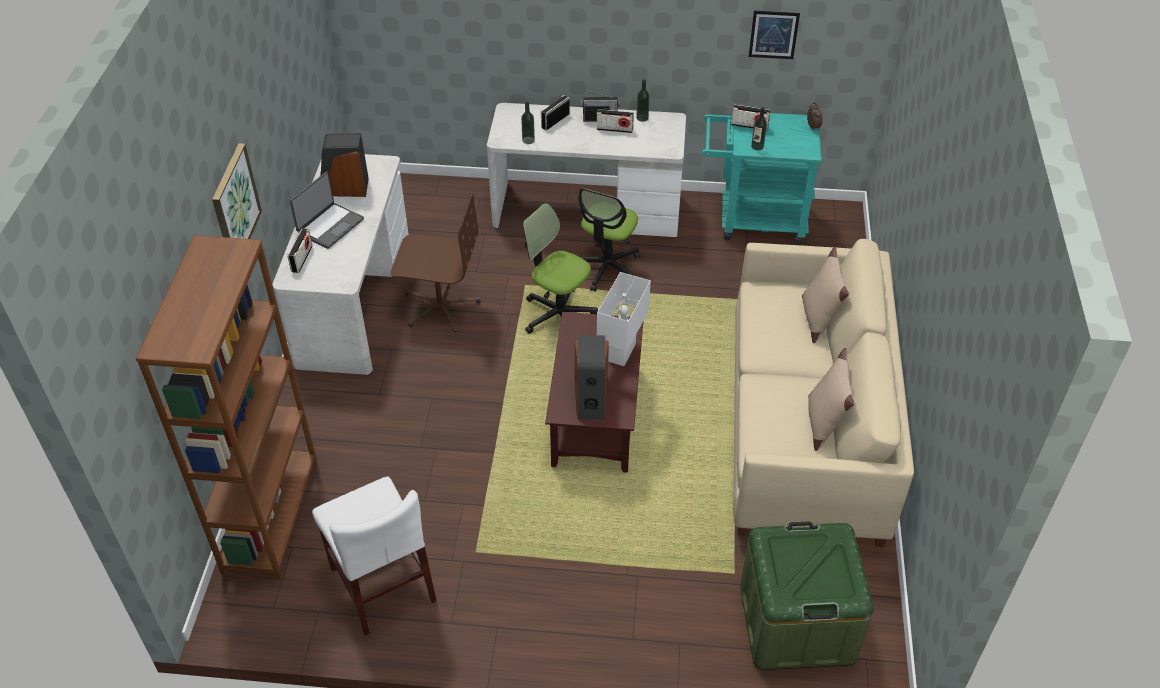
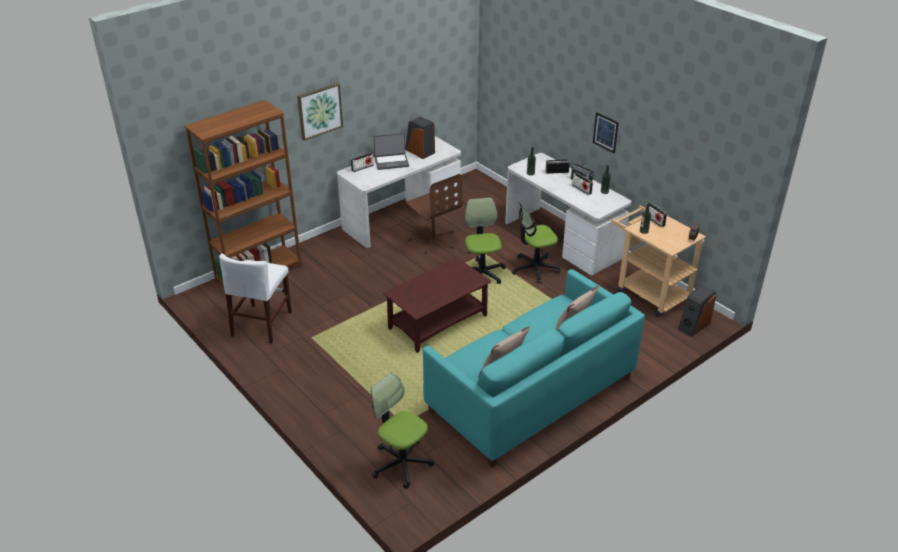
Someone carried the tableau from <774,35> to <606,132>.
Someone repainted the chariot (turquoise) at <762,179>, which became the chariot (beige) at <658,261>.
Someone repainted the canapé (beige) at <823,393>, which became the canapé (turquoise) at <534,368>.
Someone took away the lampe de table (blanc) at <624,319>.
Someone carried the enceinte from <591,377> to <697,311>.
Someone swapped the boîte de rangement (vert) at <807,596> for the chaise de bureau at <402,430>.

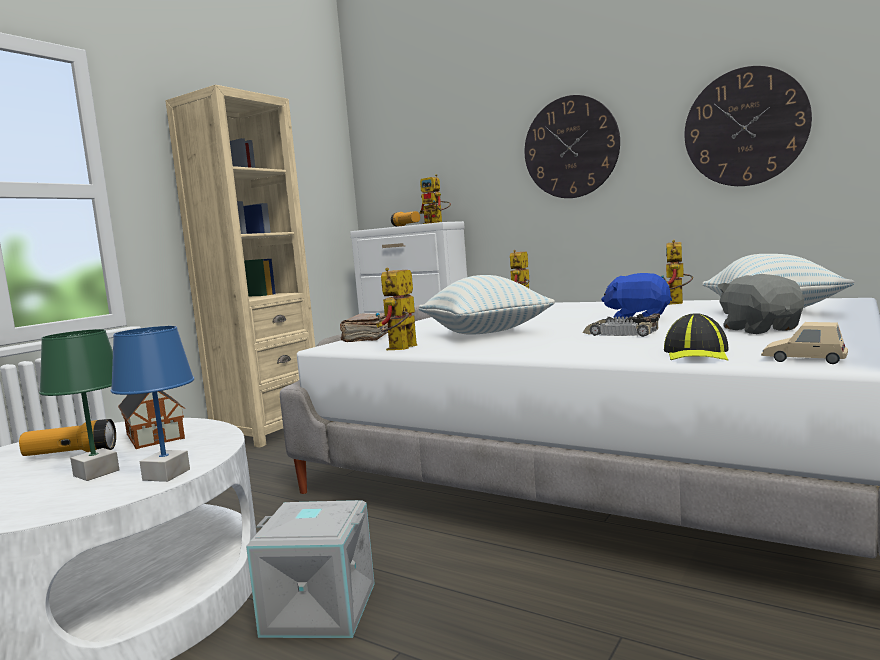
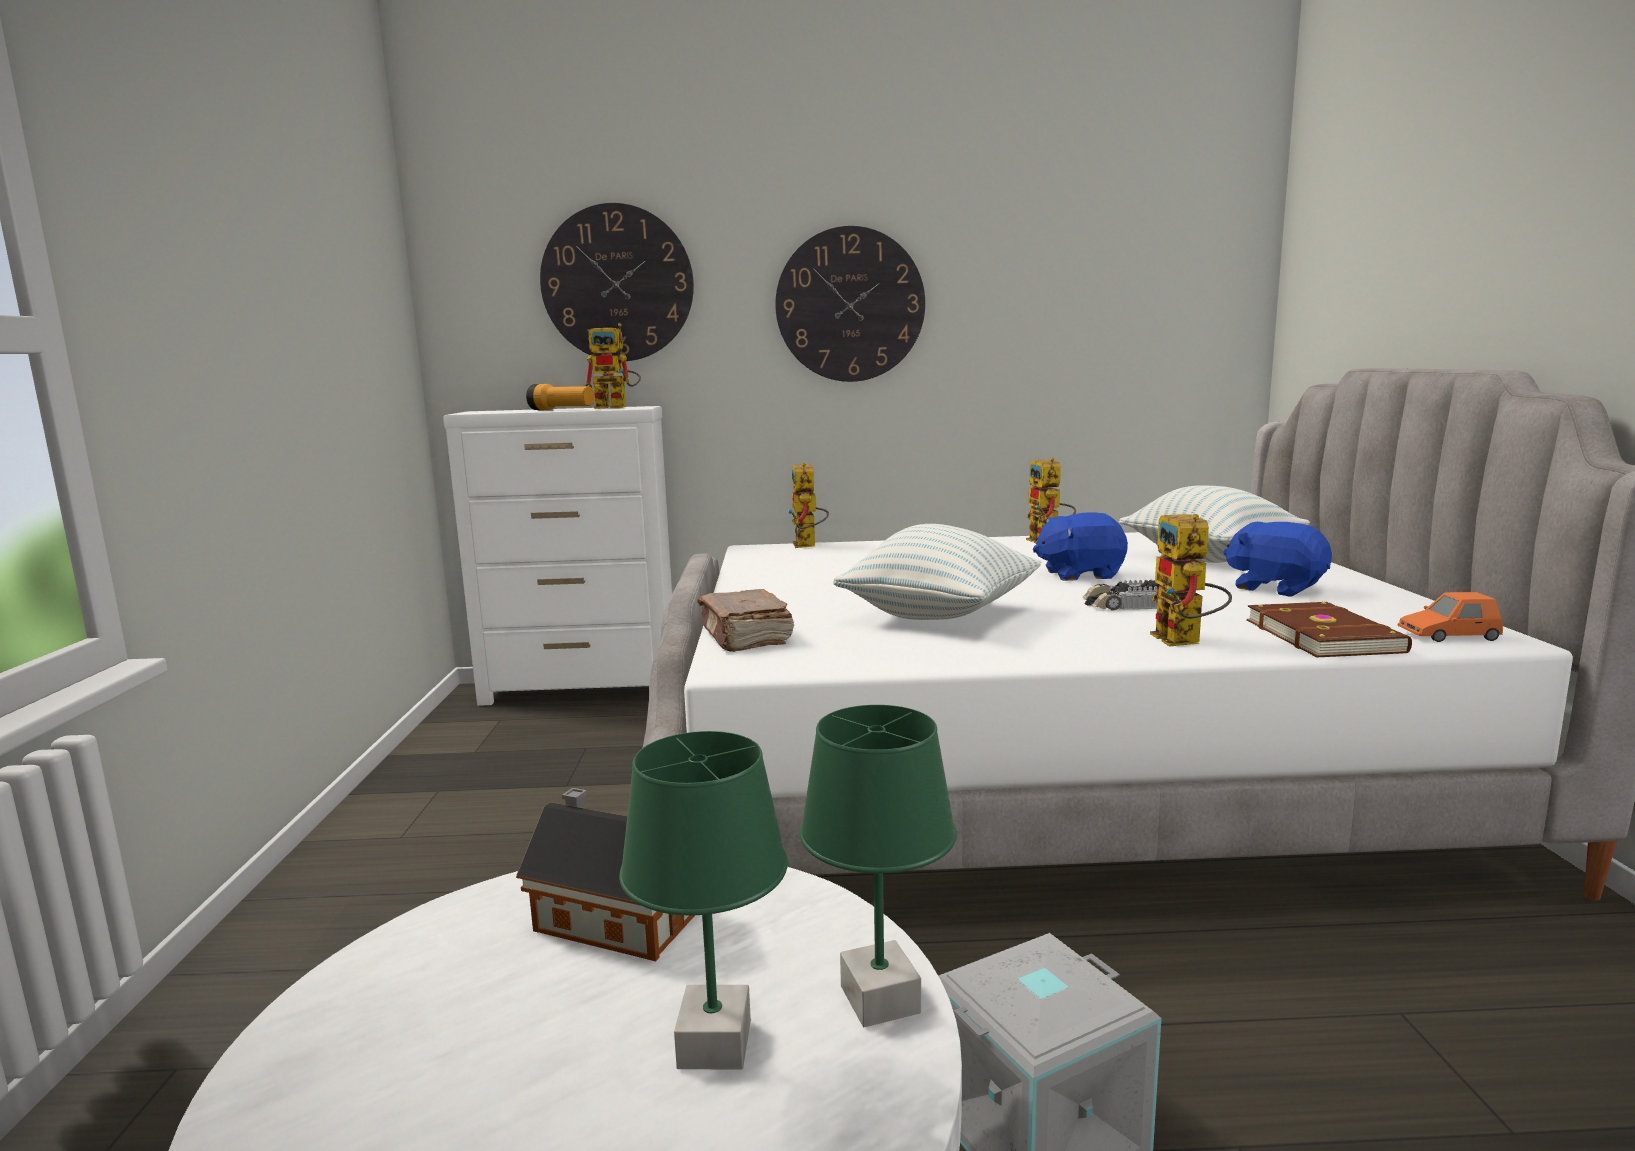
Someone carried the horloge murale from <748,126> to <617,282>.
Someone took away the bibliothèque (beige) at <240,266>.
Someone carried the robot jouet from <396,309> to <1191,580>.
Someone repainted the peluche (gris) at <760,304>, which became the peluche (bleu) at <1277,559>.
Someone swapped the casquette at <696,336> for the livre (marron) at <1329,629>.
Someone repainted the petite voiture (beige) at <804,343>, which became the petite voiture (orange) at <1450,617>.
Someone repainted the lampe de table (bleu) at <152,404>, which became the lampe de table (vert) at <878,866>.
Someone took away the lampe de poche at <67,437>.

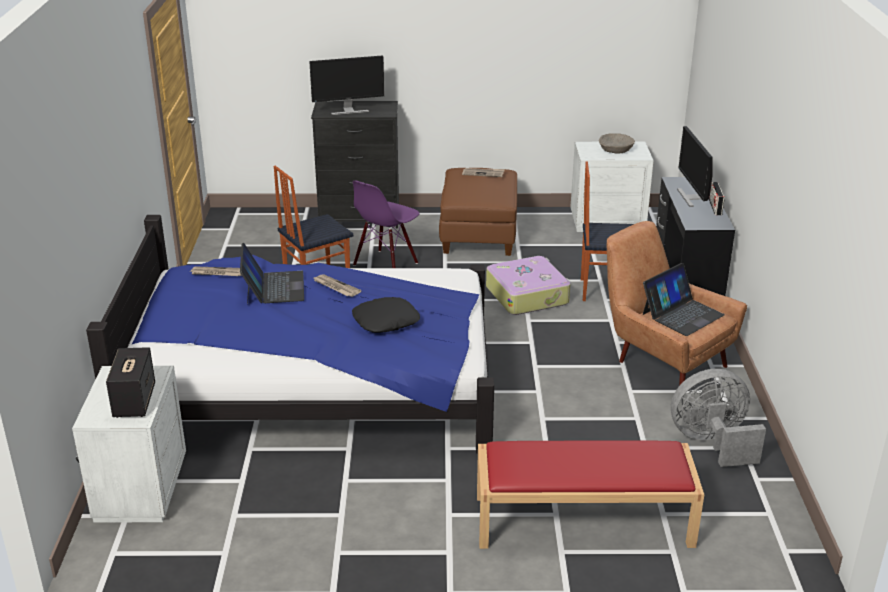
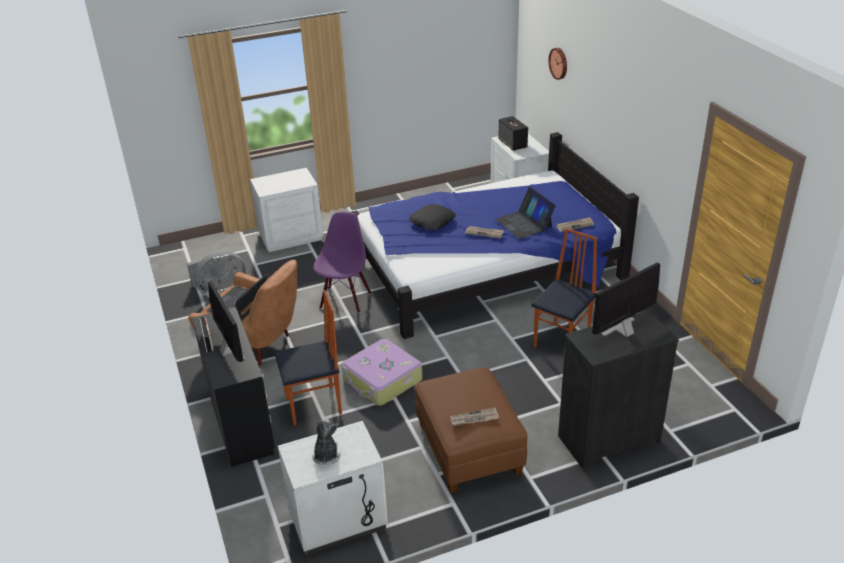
Someone swapped the bol (beige) at <617,143> for the peluche at <326,441>.
Someone carried the chaise (violet) from <386,224> to <342,262>.
Someone swapped the banc (rouge) at <590,495> for the table de chevet (blanc) at <286,210>.
Someone put up the horloge murale at <557,64>.

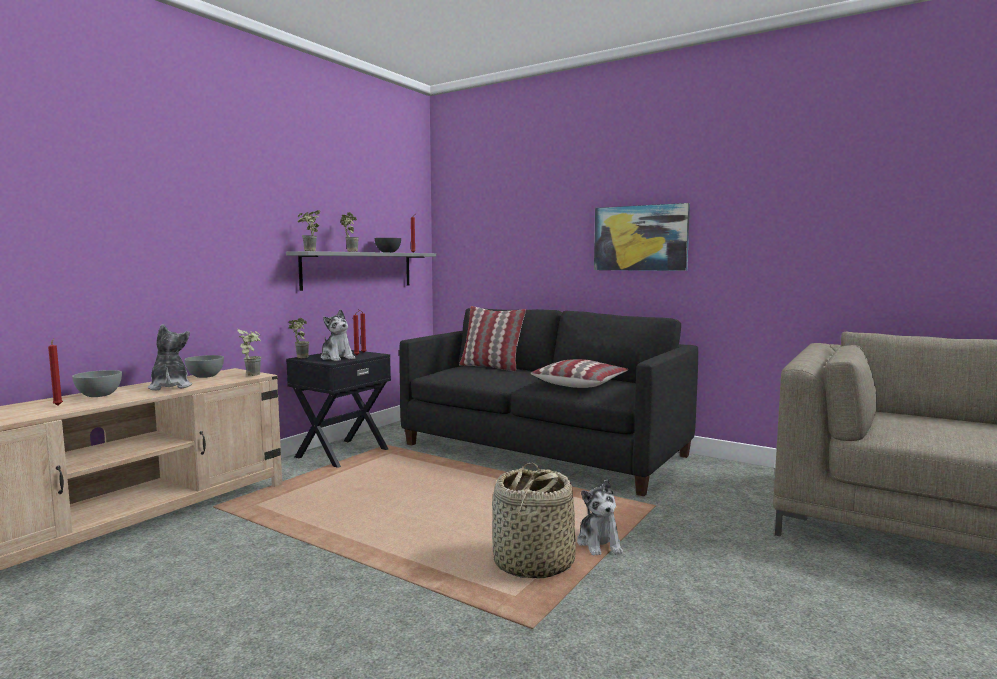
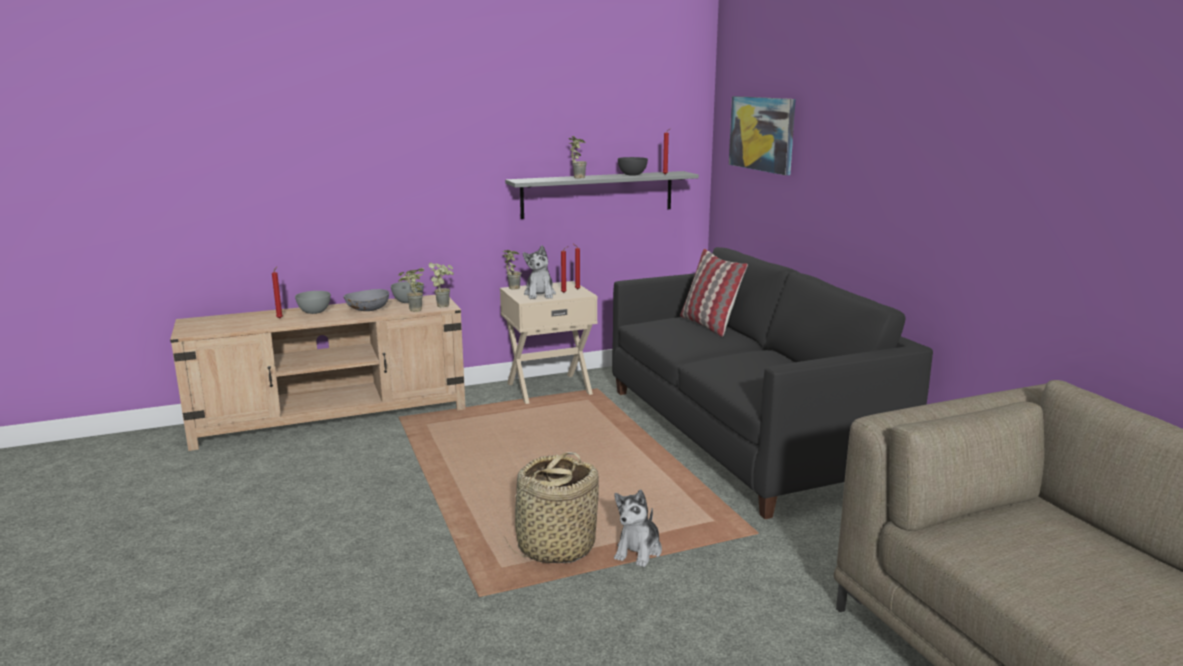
Someone carried the tableau from <642,237> to <762,135>.
Someone carried the plante en pot from <309,230> to <411,290>.
Someone swapped the peluche at <170,357> for the bol (gris) at <366,300>.
Someone repainted the table de chevet (noir) at <338,409>, which became the table de chevet (beige) at <549,342>.
Someone took away the coussin at <579,373>.

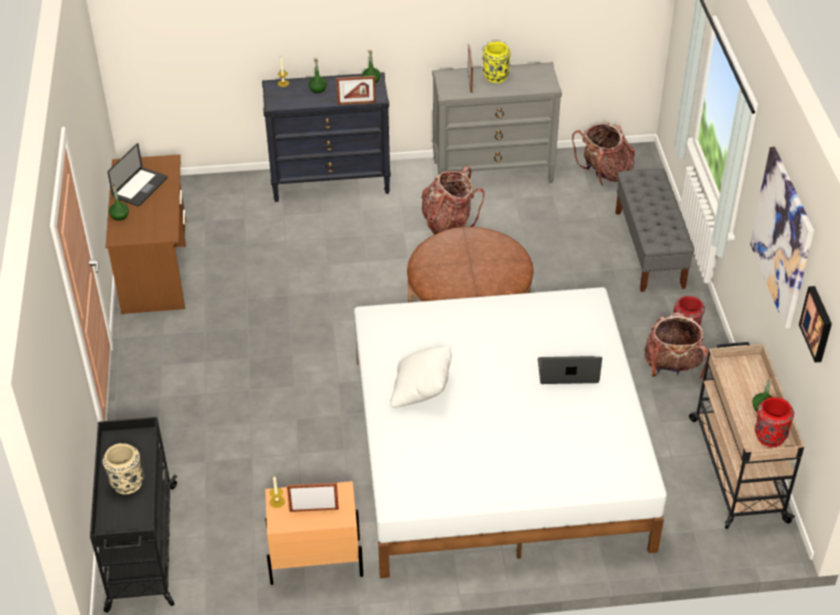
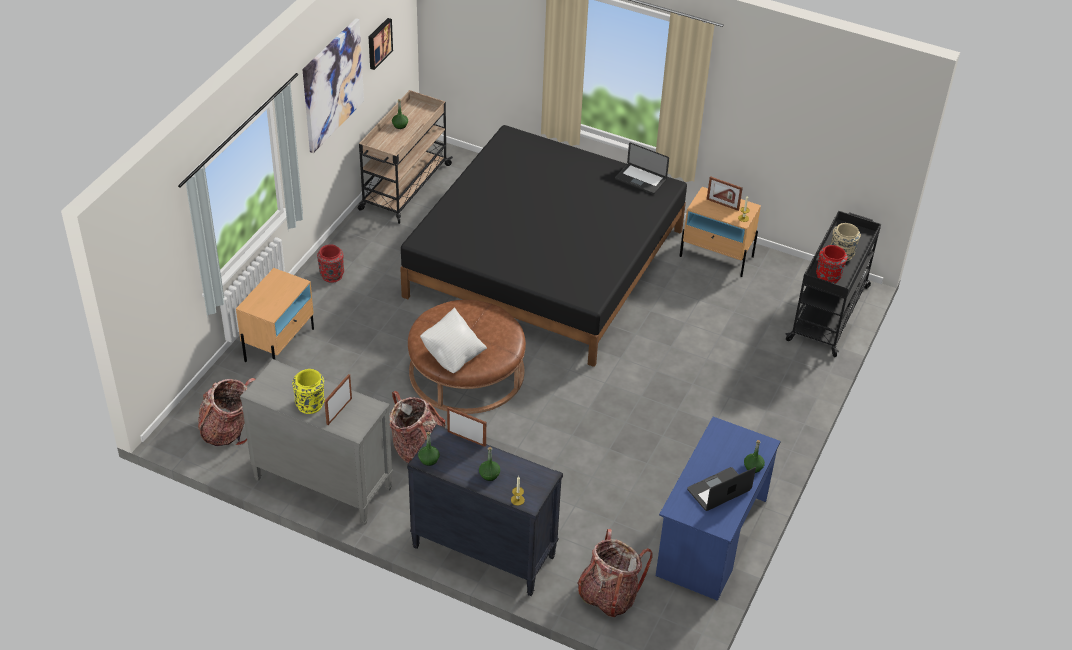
Someone repainted the bureau (marron) at <146,234>, which became the bureau (bleu) at <718,509>.
Someone swapped the banc (gris) at <655,230> for the table de chevet (beige) at <275,315>.
Someone repainted the lit (blanc) at <510,432>, which became the lit (noir) at <543,246>.
Someone carried the sac à dos from <676,345> to <615,573>.
Someone carried the coussin (blanc) from <421,377> to <453,340>.
Someone carried the ordinateur portable from <570,370> to <642,168>.
Someone carried the vase (rouge) from <774,422> to <831,264>.

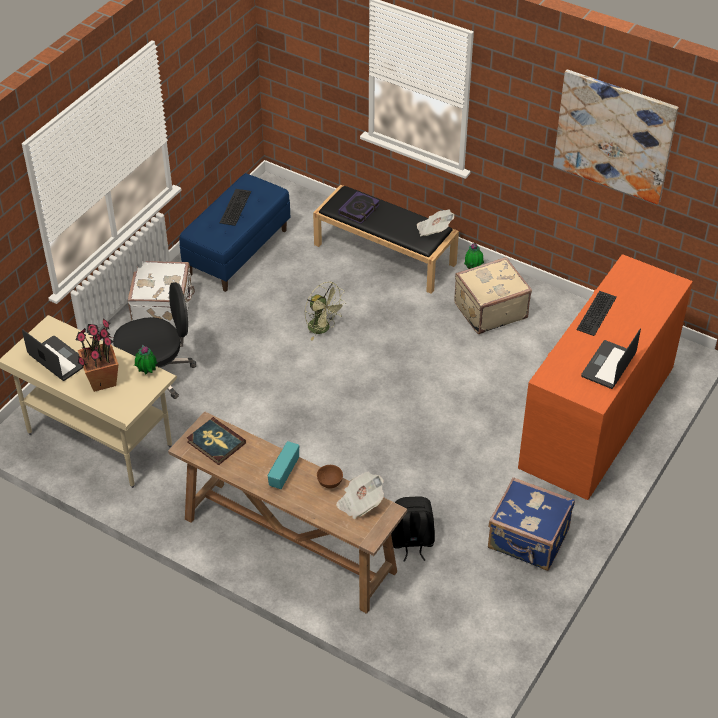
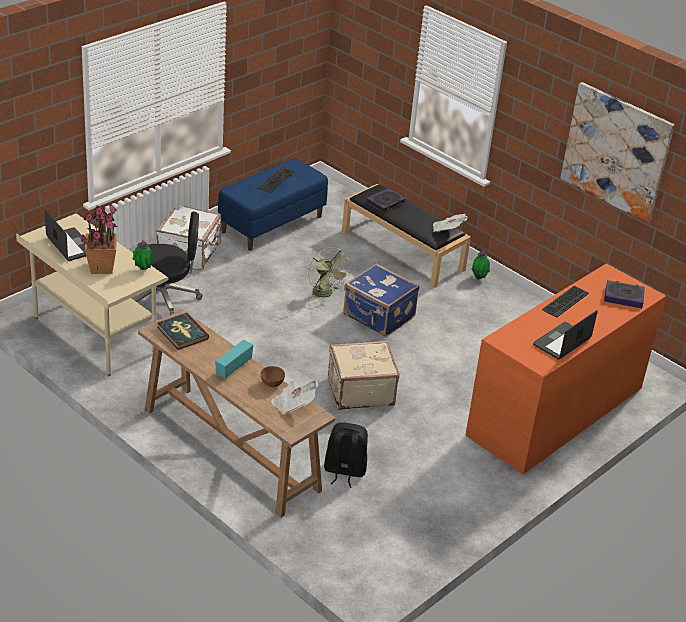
Someone carried the valise (beige) from <493,295> to <364,375>.
Someone carried the valise (bleu) from <531,524> to <381,300>.
Someone put down the livre at <624,294>.

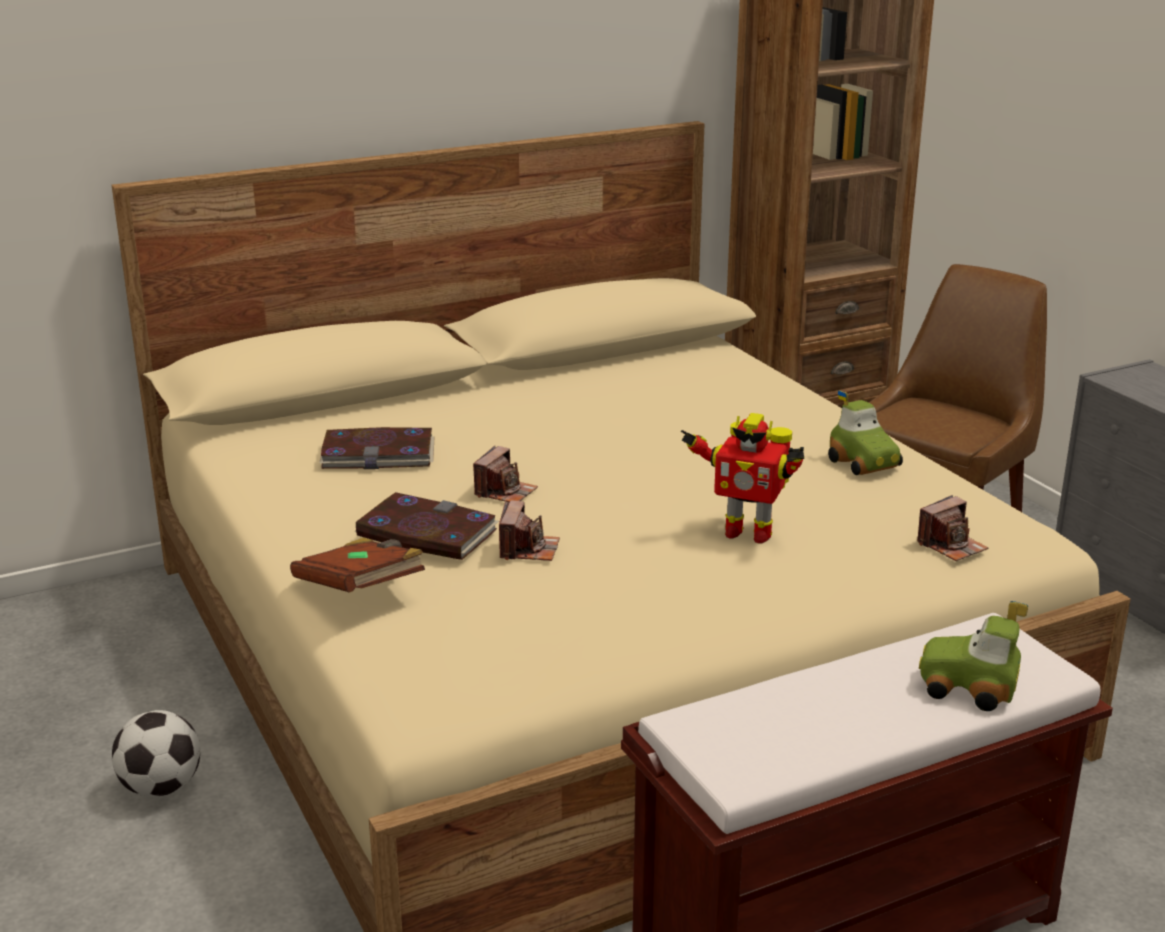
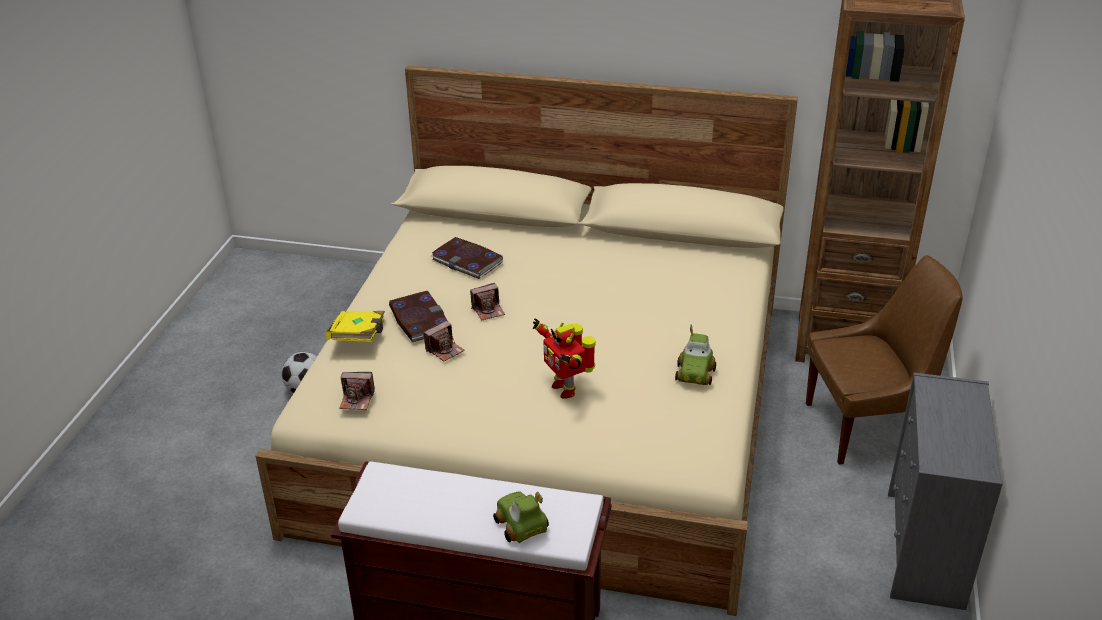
Someone carried the appareil photo from <952,528> to <357,391>.
Someone repainted the livre (marron) at <357,565>, which became the livre (jaune) at <355,326>.

